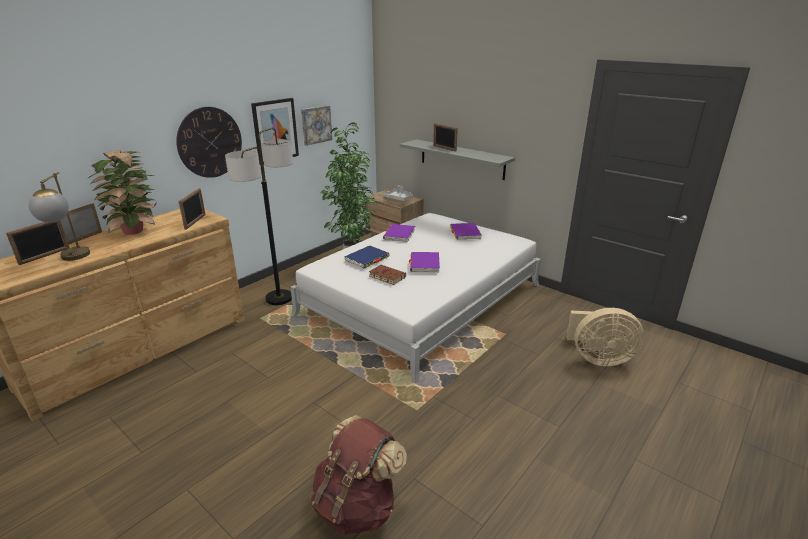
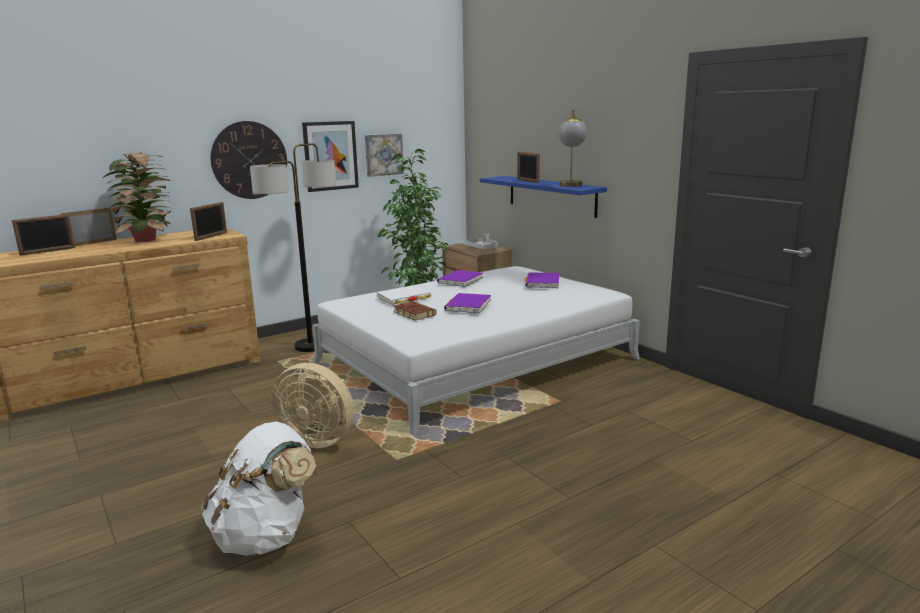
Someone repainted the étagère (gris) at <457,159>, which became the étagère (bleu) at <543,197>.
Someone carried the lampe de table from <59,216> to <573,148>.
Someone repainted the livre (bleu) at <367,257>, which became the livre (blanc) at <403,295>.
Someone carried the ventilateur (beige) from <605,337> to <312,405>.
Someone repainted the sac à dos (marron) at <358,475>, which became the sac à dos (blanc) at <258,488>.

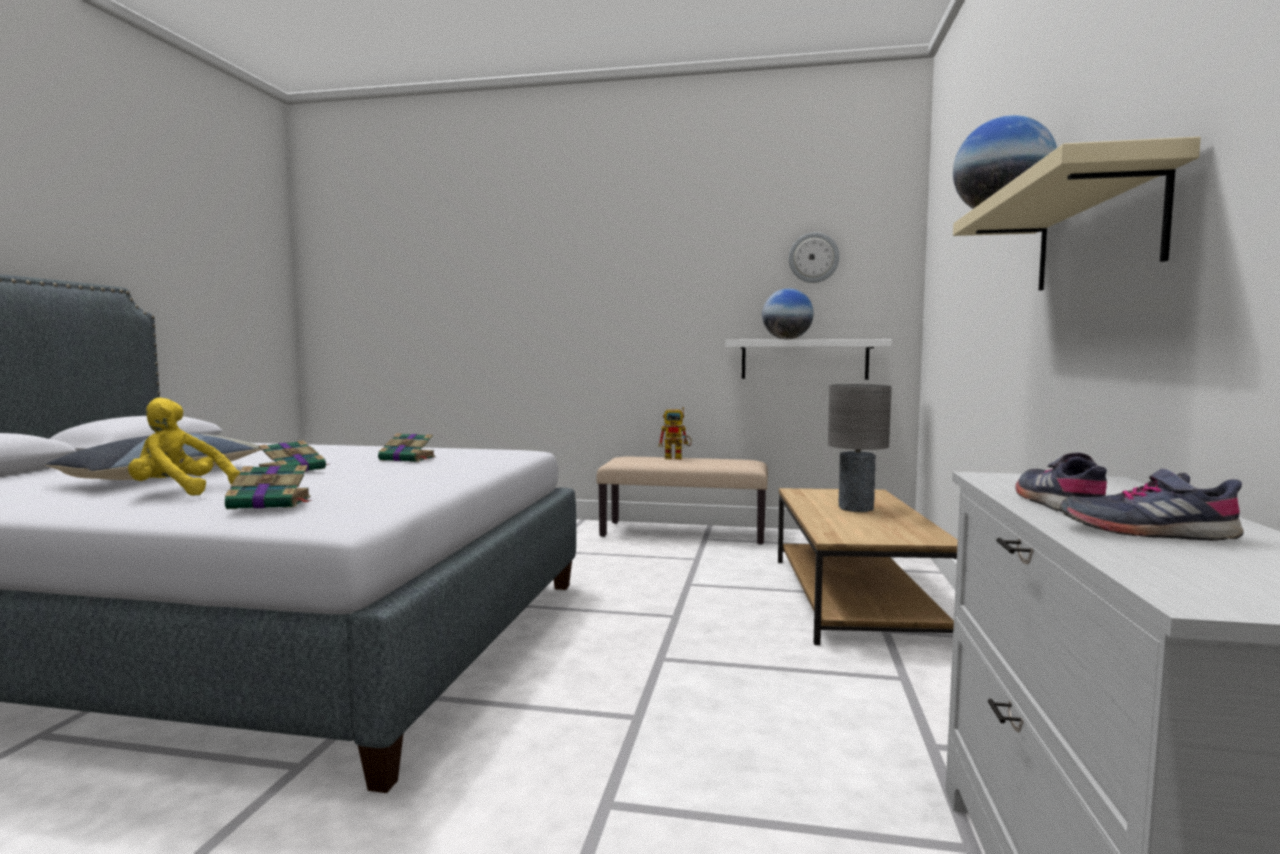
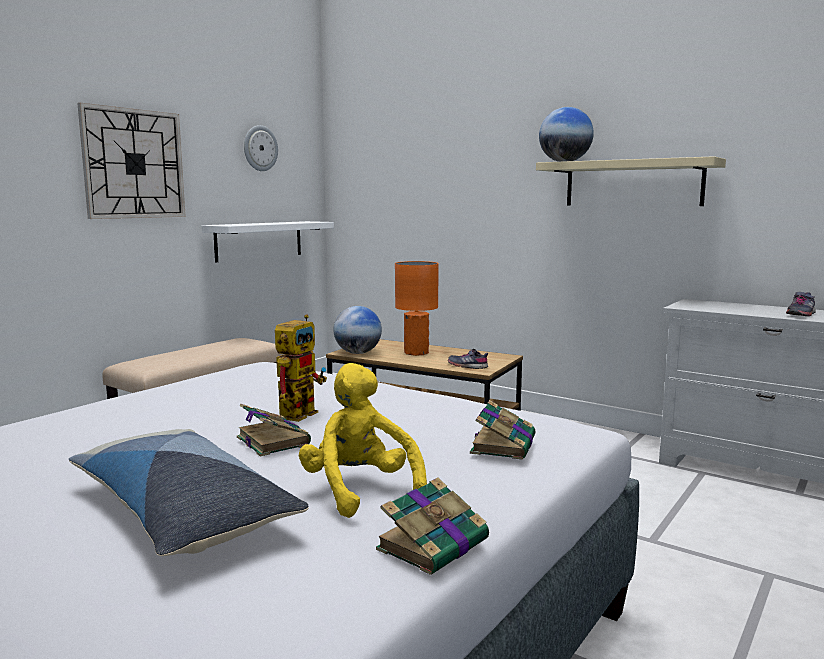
Someone carried the globe from <788,313> to <358,330>.
Someone repainted the lampe de table (gris) at <860,448>, which became the lampe de table (orange) at <417,308>.
Someone rotated the peluche (jaune) at <184,447> by 120 degrees clockwise.
Someone carried the robot jouet from <675,433> to <301,368>.
Someone carried the livre from <406,447> to <432,526>.
Someone carried the chaussure (gris) from <1061,482> to <468,359>.
Someone put up the horloge murale at <131,161>.

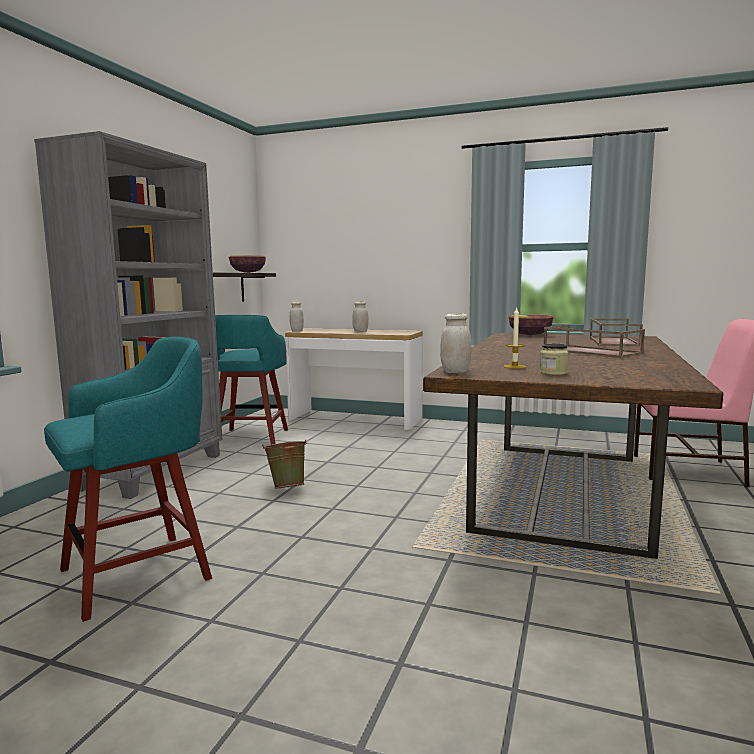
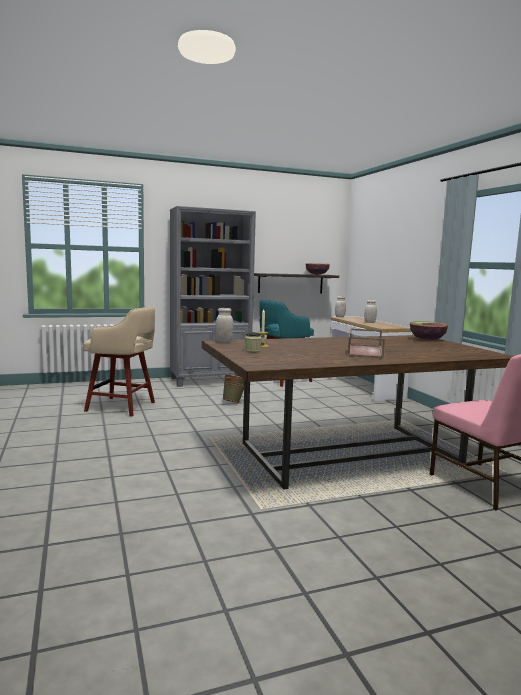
Someone took away the plateau (marron) at <616,332>.
Someone repainted the tabouret (turquoise) at <128,479>, which became the tabouret (beige) at <119,361>.

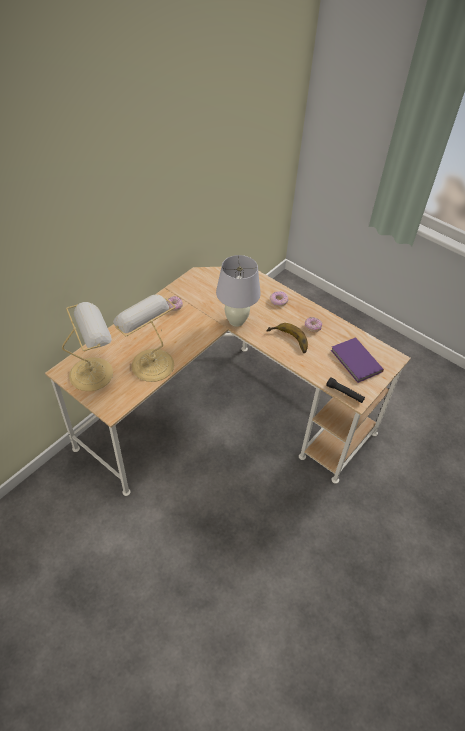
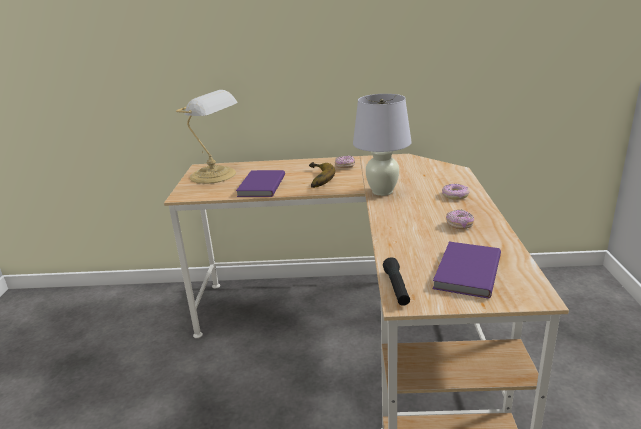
Someone swapped the lampe de table at <144,338> for the livre (violet) at <260,183>.
Someone carried the banane from <287,338> to <322,175>.

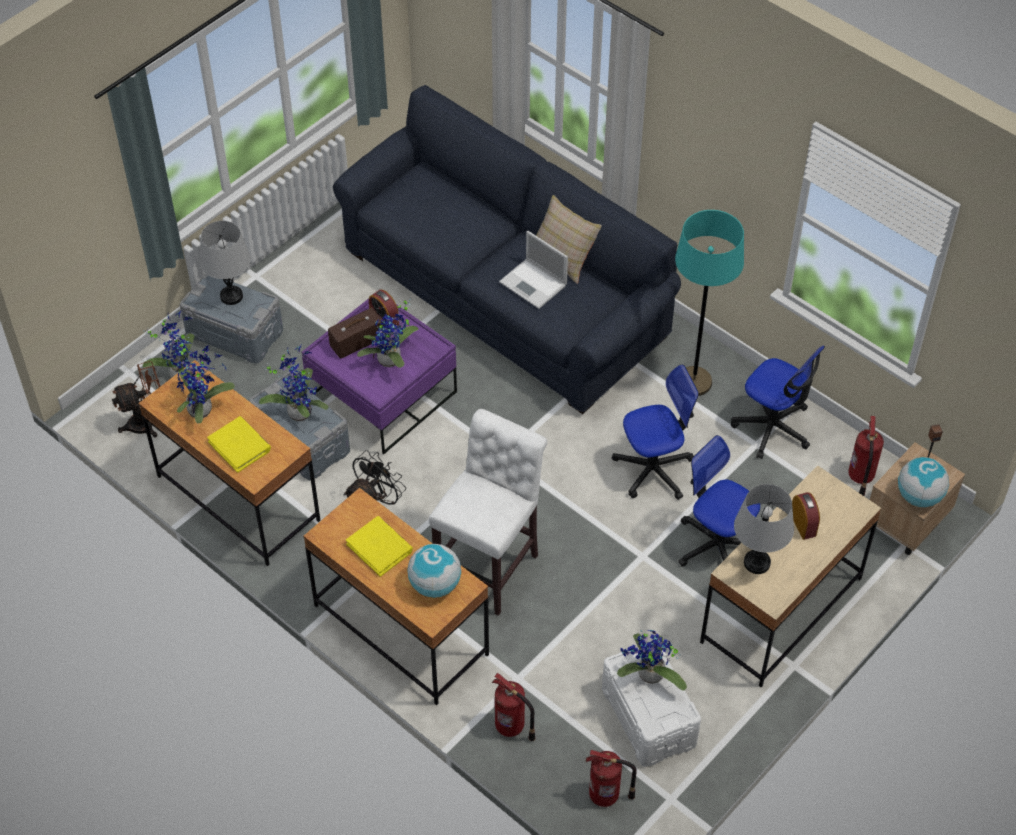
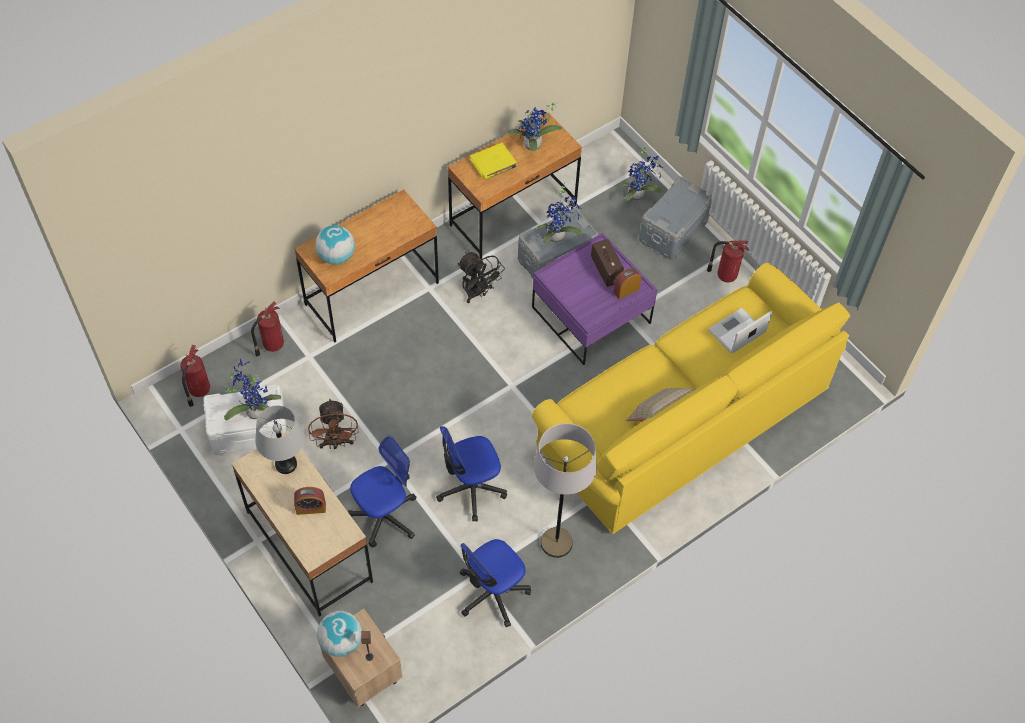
Someone repainted the canapé (bleu) at <507,249>, which became the canapé (jaune) at <691,398>.
Someone repainted the lampadaire (turquoise) at <709,303>, which became the lampadaire (gris) at <565,490>.
Someone took away the lampe de table (gris) at <225,263>.
Someone carried the ordinateur portable from <533,270> to <740,331>.
Someone took away the plante en pot at <388,333>.
Someone carried the ventilateur (marron) from <136,399> to <333,424>.
Someone rotated the chaise de bureau at <655,432> by 75 degrees clockwise.
Someone took away the tabouret (blanc) at <488,512>.
Someone carried the extincteur from <866,456> to <728,261>.
Someone took away the livre (jaune) at <379,546>.

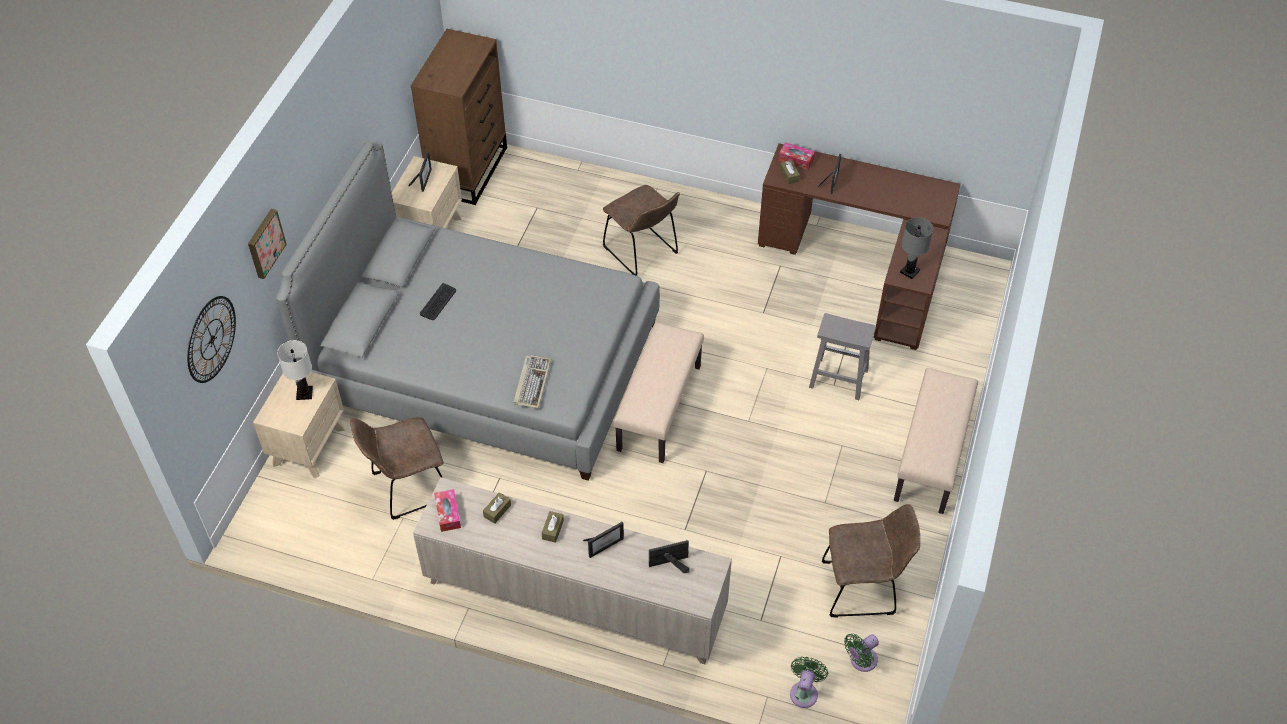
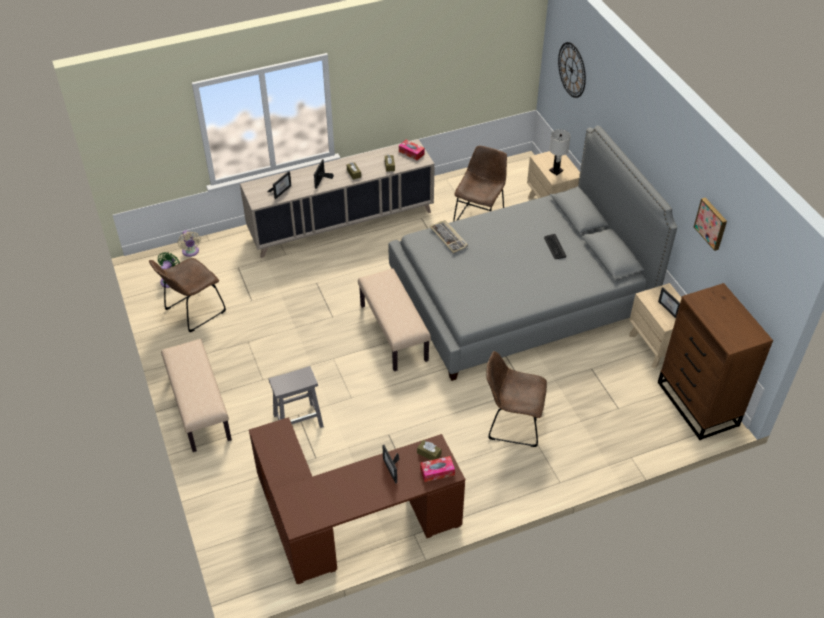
Someone carried the tableau from <267,244> to <710,224>.
Someone took away the lampe de table (gris) at <916,248>.
Someone repainted the ventilateur (vert) at <809,682>, which became the ventilateur (beige) at <189,243>.

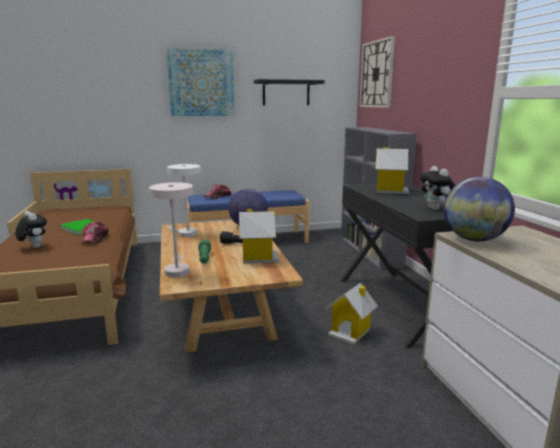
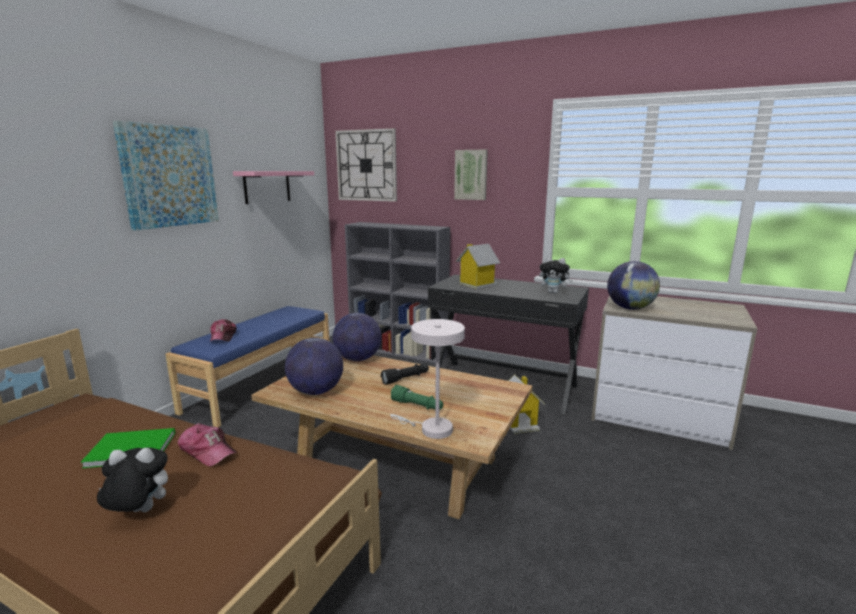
Someone repainted the étagère (noir) at <289,92>, which became the étagère (rose) at <273,187>.
Someone swapped the lampe de table (blanc) at <184,200> for the globe at <314,366>.
Someone took away the maison miniature at <259,236>.
Someone put up the tableau at <471,174>.

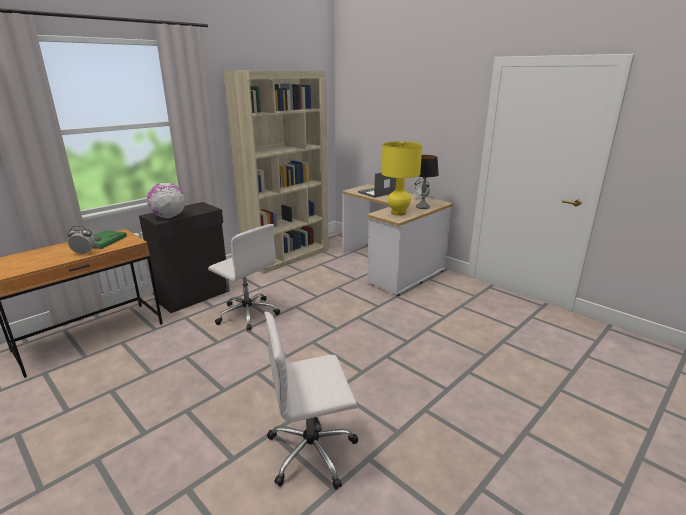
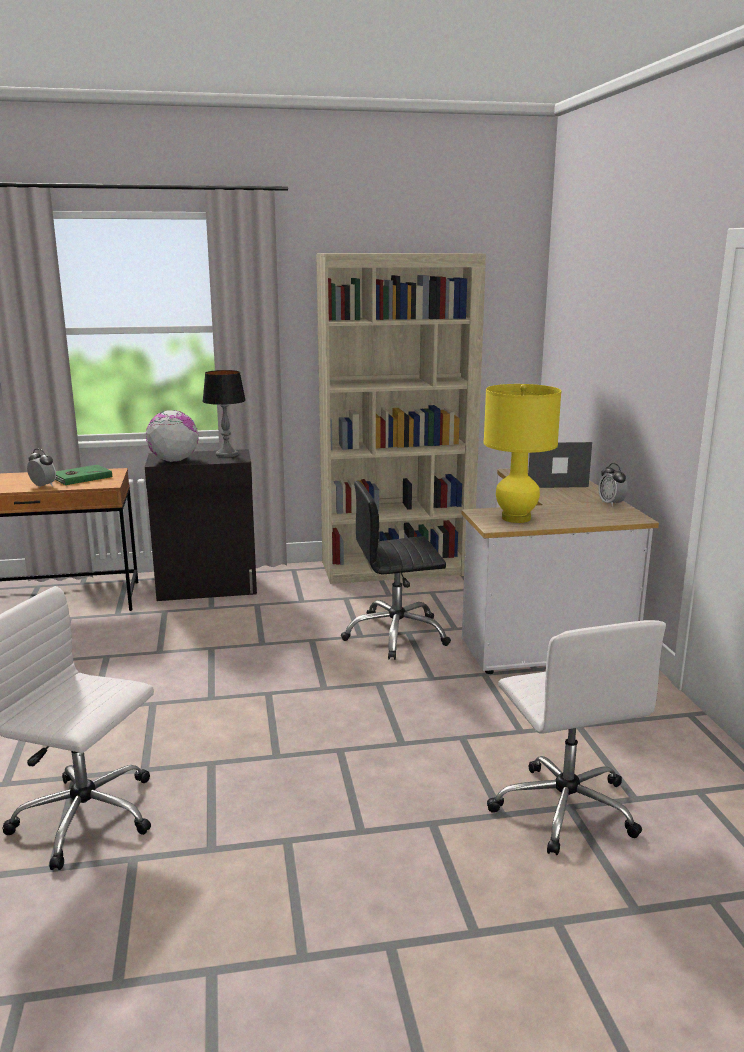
Someone carried the lampe de table from <427,182> to <224,413>.
Someone carried the chaise de bureau (blanc) from <244,277> to <576,737>.
Someone put down the chaise de bureau (noir) at <396,570>.

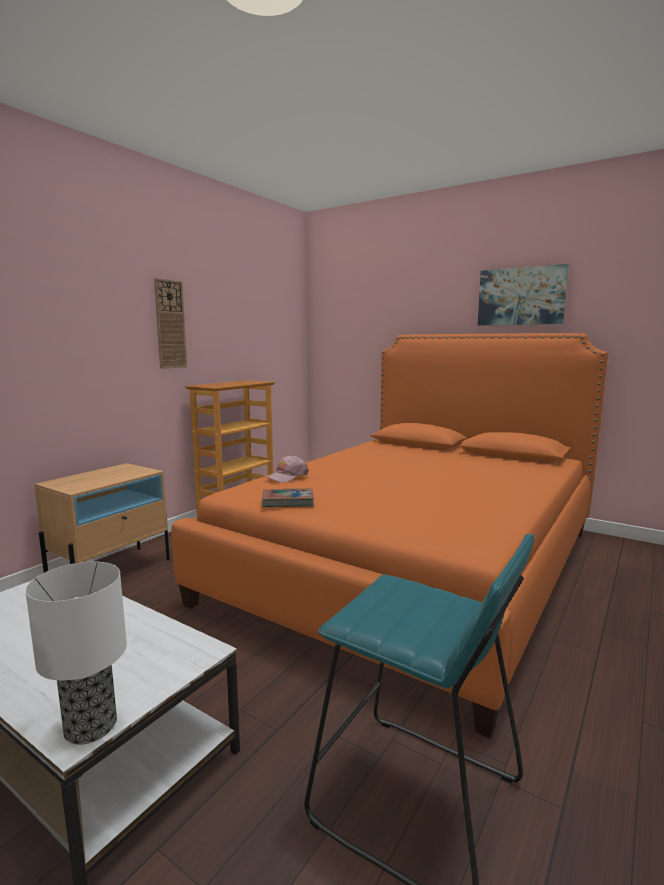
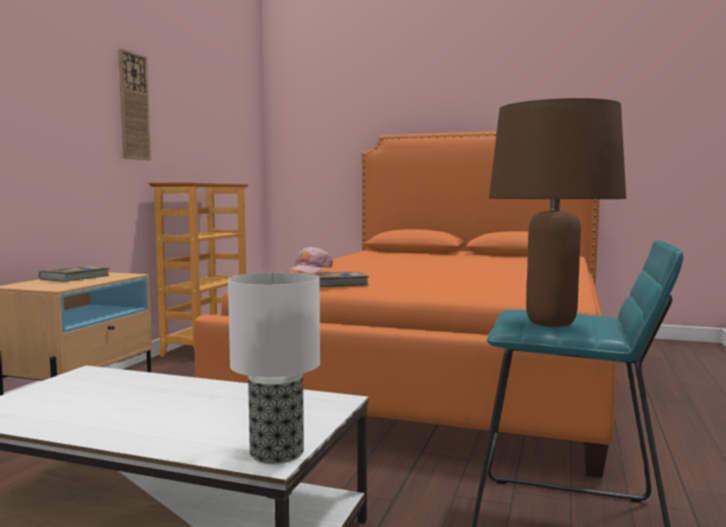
Someone took away the tableau at <523,295>.
Someone put down the lampe de table (marron) at <557,212>.
Someone put down the livre at <74,274>.

